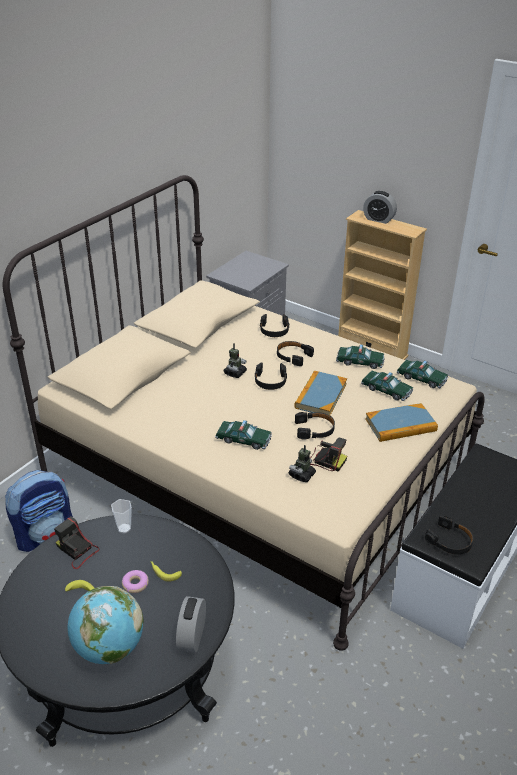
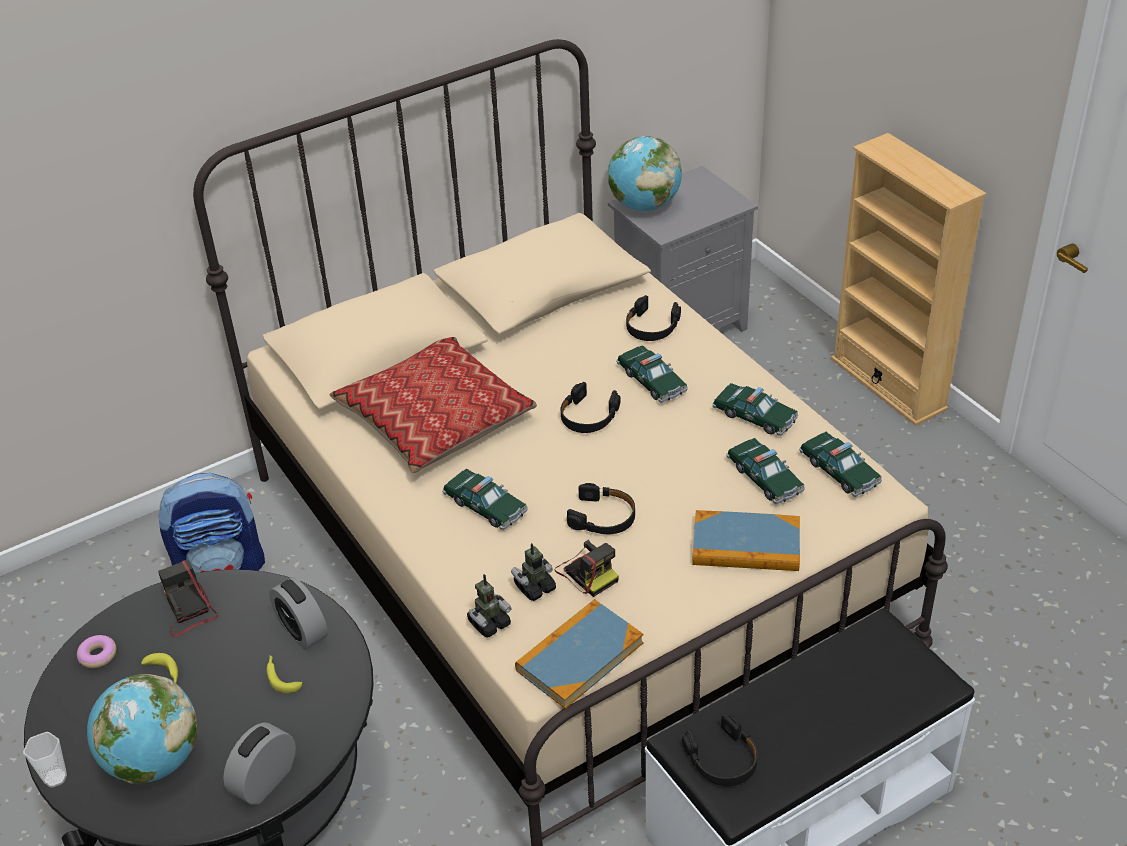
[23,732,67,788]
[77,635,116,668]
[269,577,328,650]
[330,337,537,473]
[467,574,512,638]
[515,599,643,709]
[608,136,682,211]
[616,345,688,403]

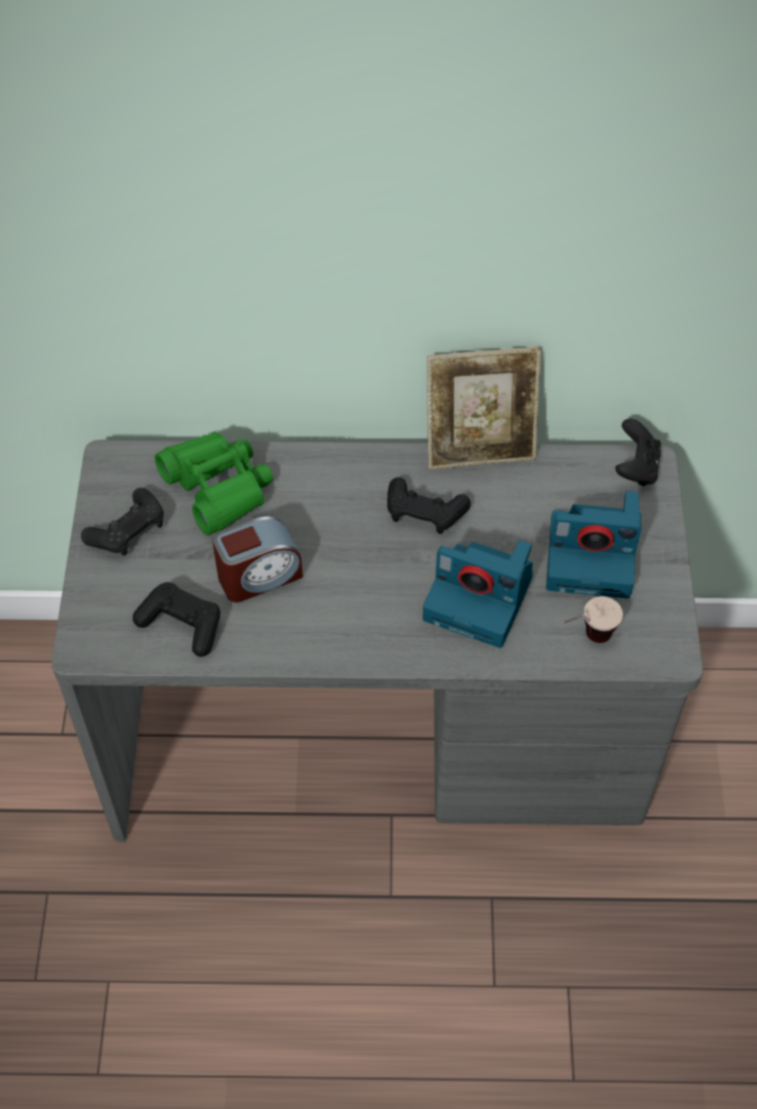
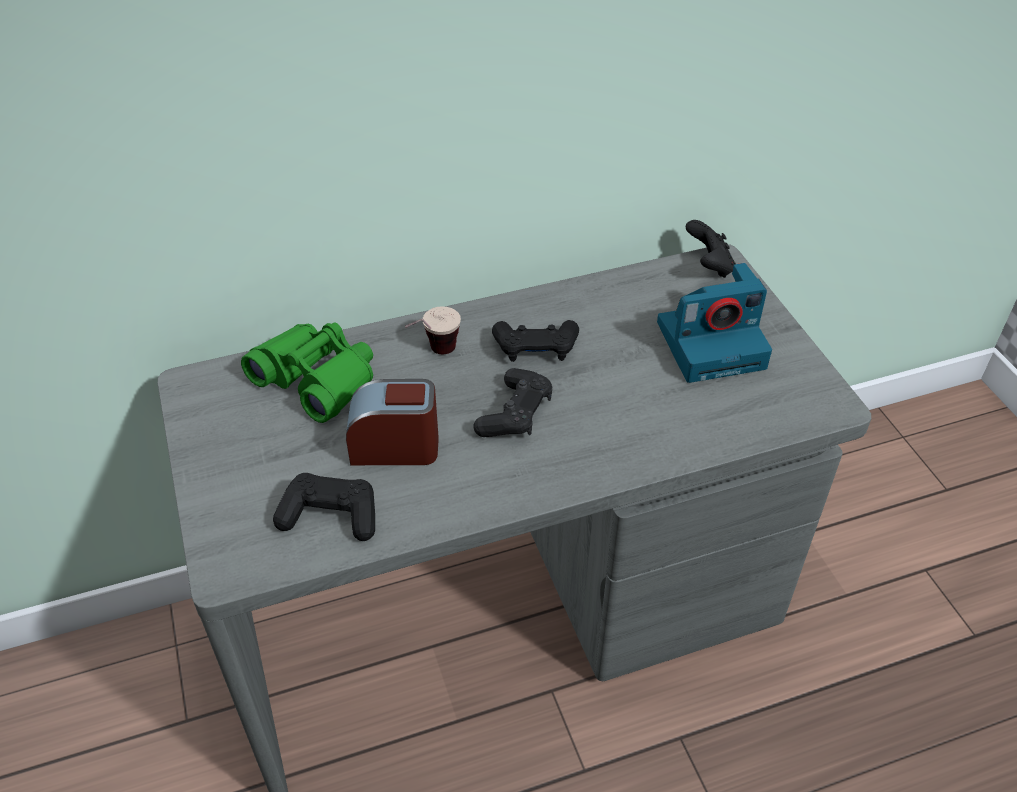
[346,379,439,465]
[405,307,461,354]
[474,368,552,437]
[423,540,533,648] (first image)
[427,347,541,470] (first image)

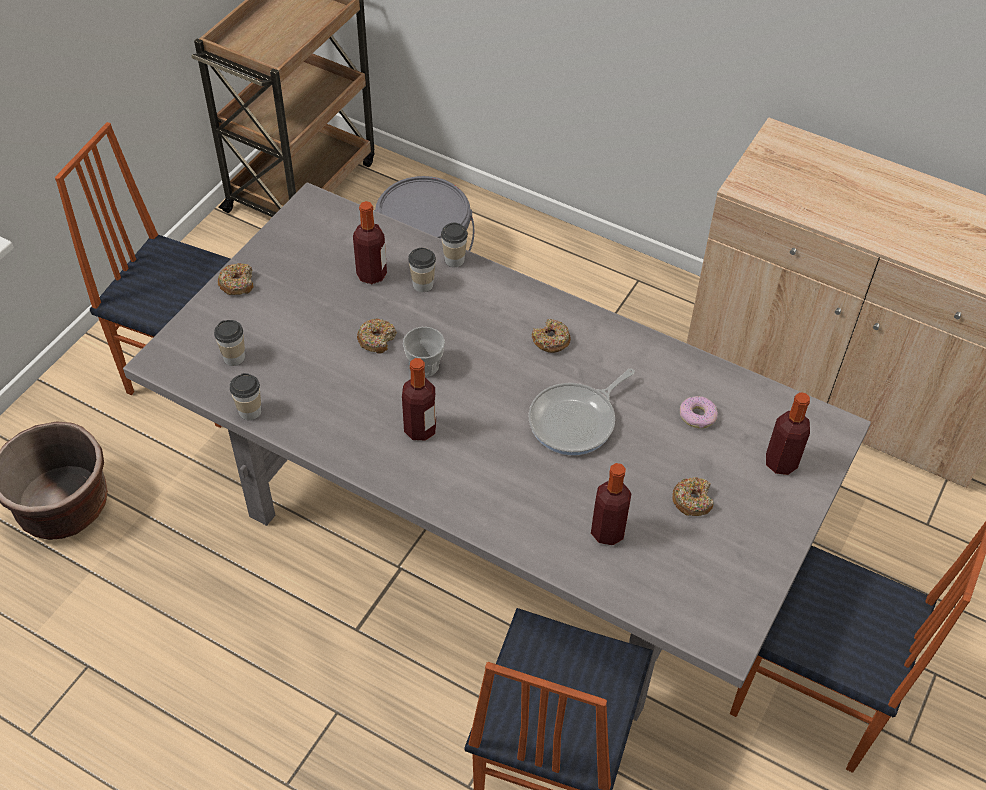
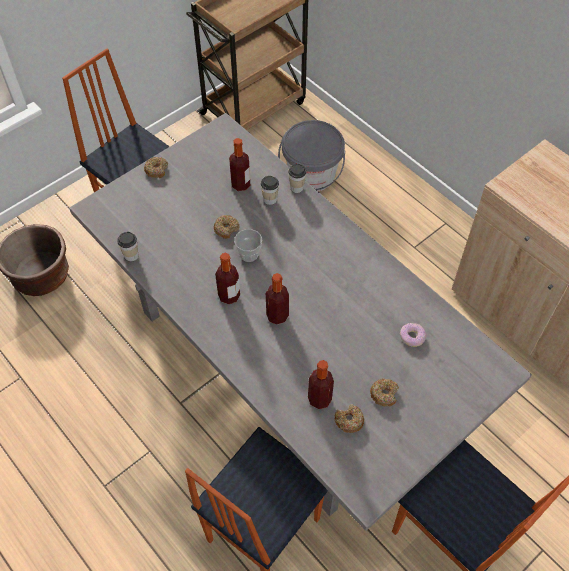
[266,273,289,325]
[335,404,364,433]
[214,320,245,366] (first image)
[528,368,635,455] (first image)

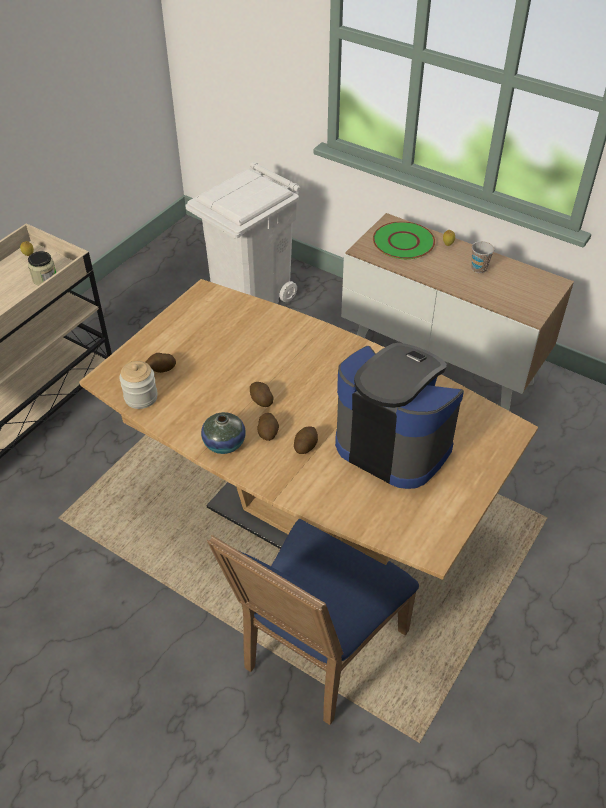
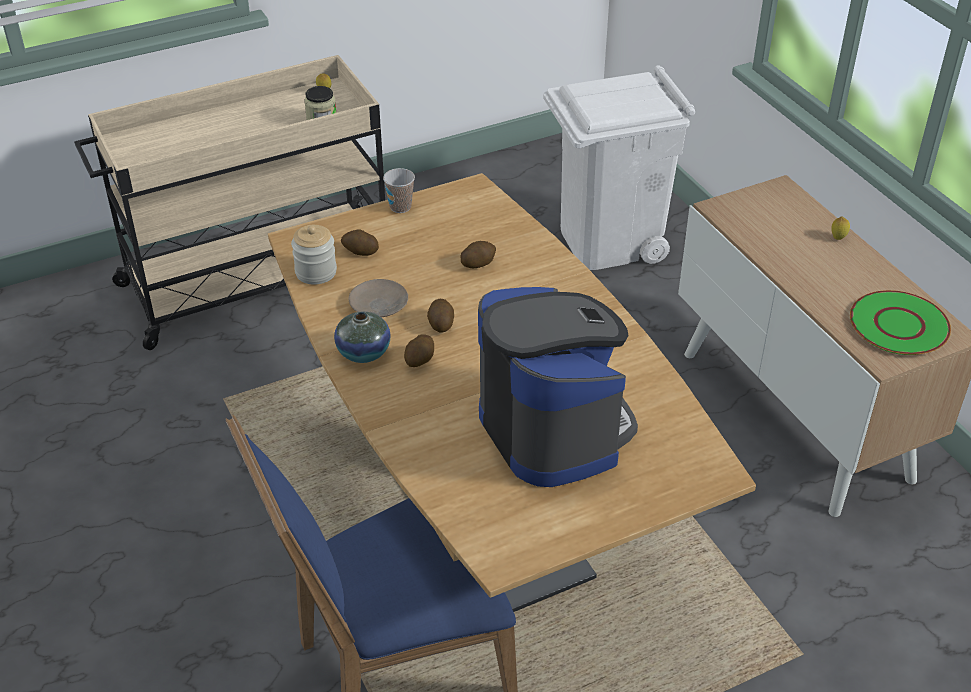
[349,279,408,317]
[383,168,415,213]
[460,241,496,268]
[850,290,951,355]

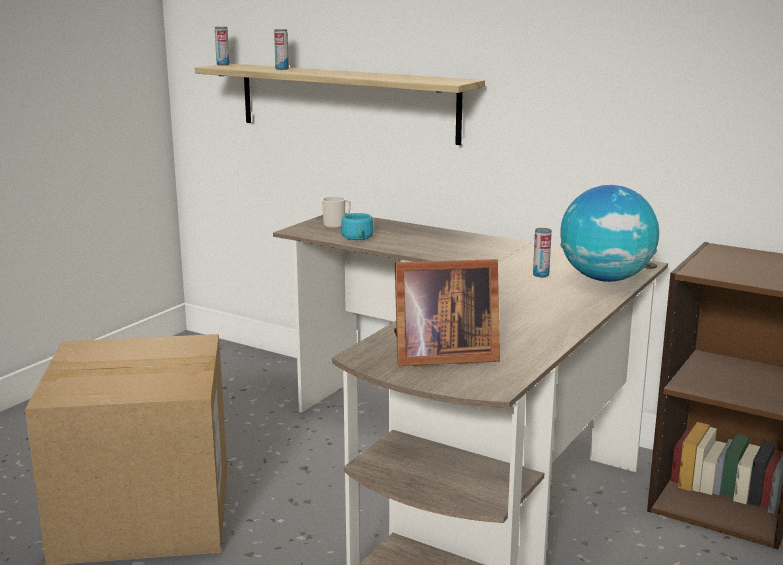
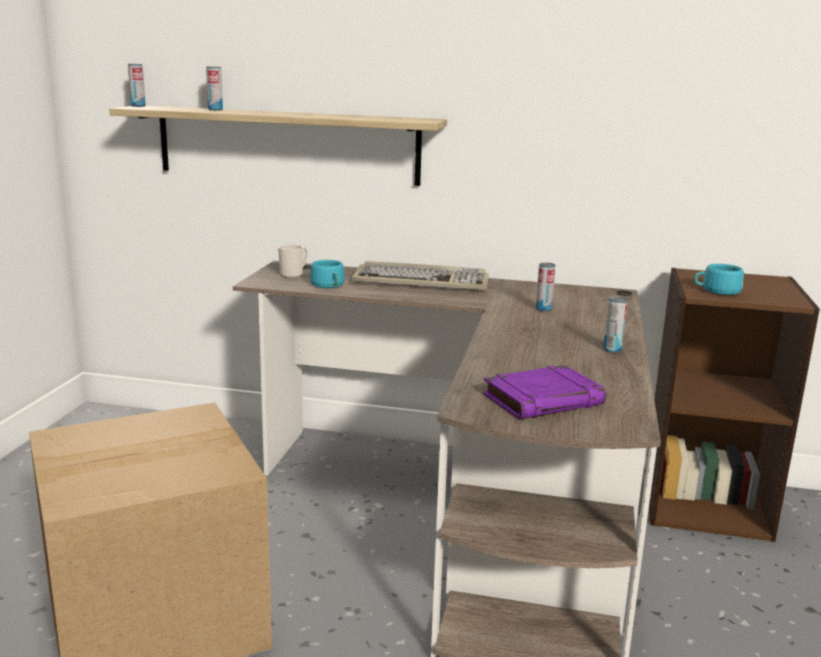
[352,261,489,290]
[483,365,606,420]
[603,296,628,353]
[694,264,744,295]
[560,185,659,282] (first image)

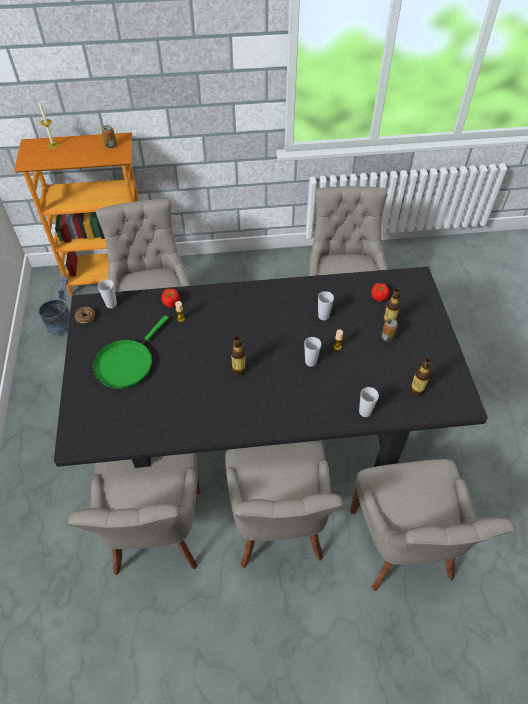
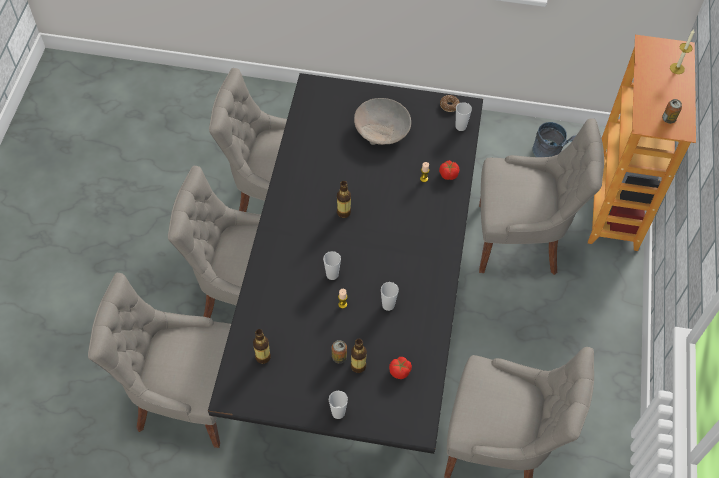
[329,391,348,419]
[354,98,411,145]

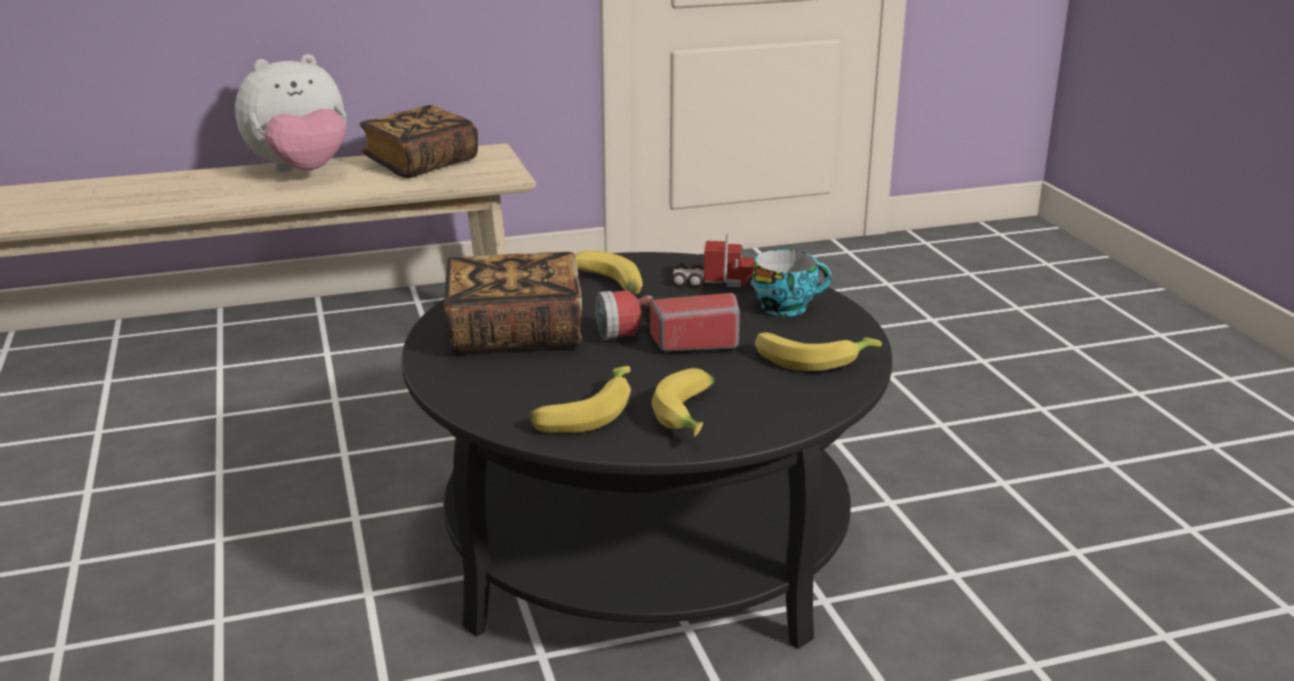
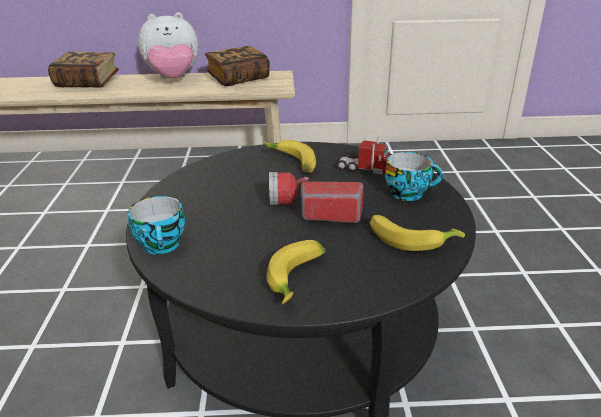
[48,52,119,88]
[128,196,185,255]
[529,366,631,433] (first image)

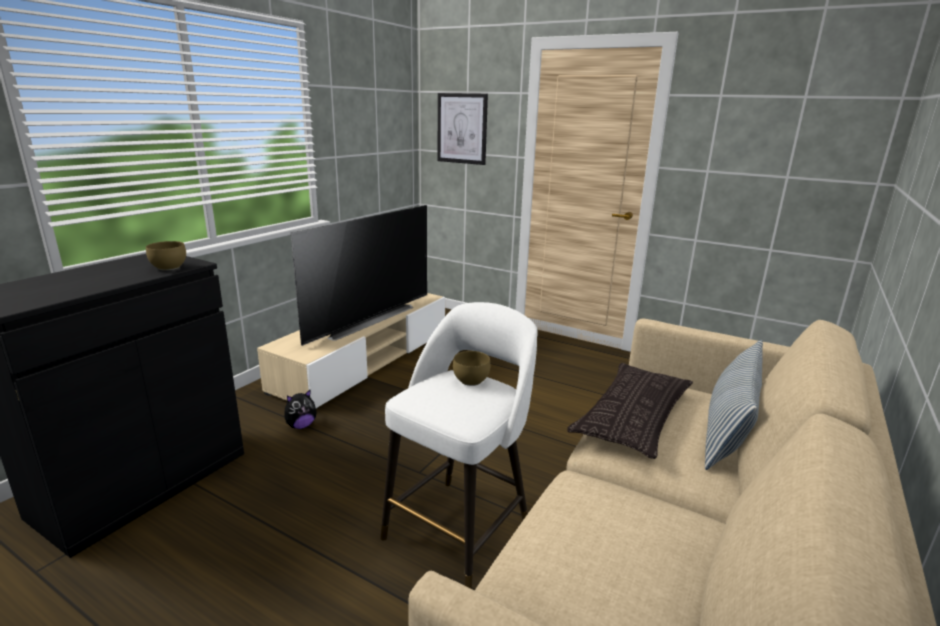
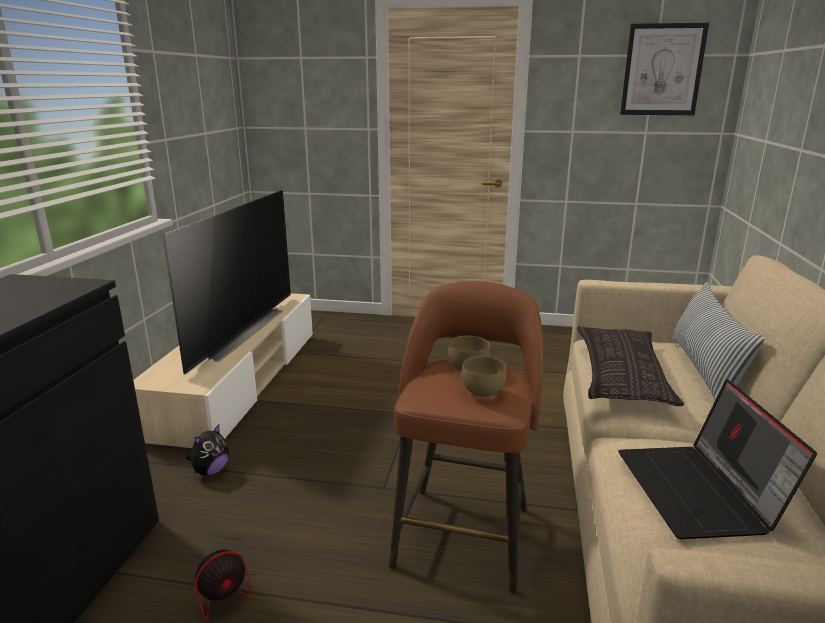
[194,528,277,622]
[389,281,543,593]
[461,356,507,398]
[618,379,817,539]
[620,23,709,115]

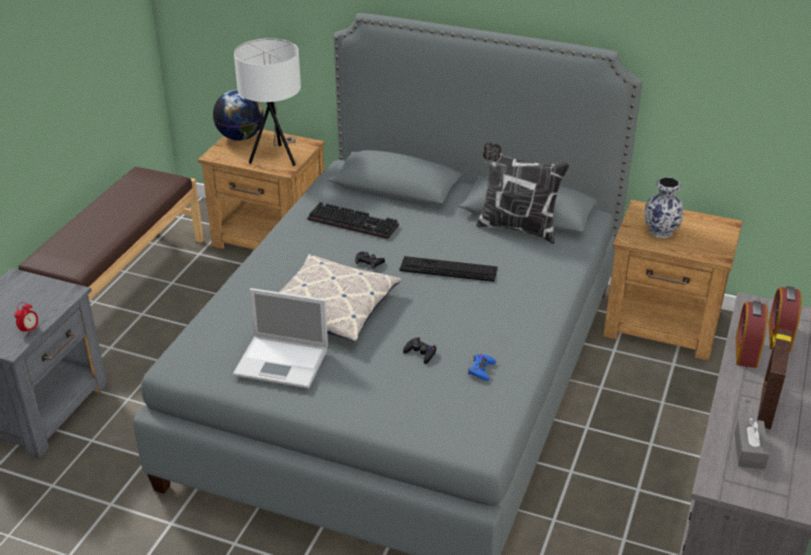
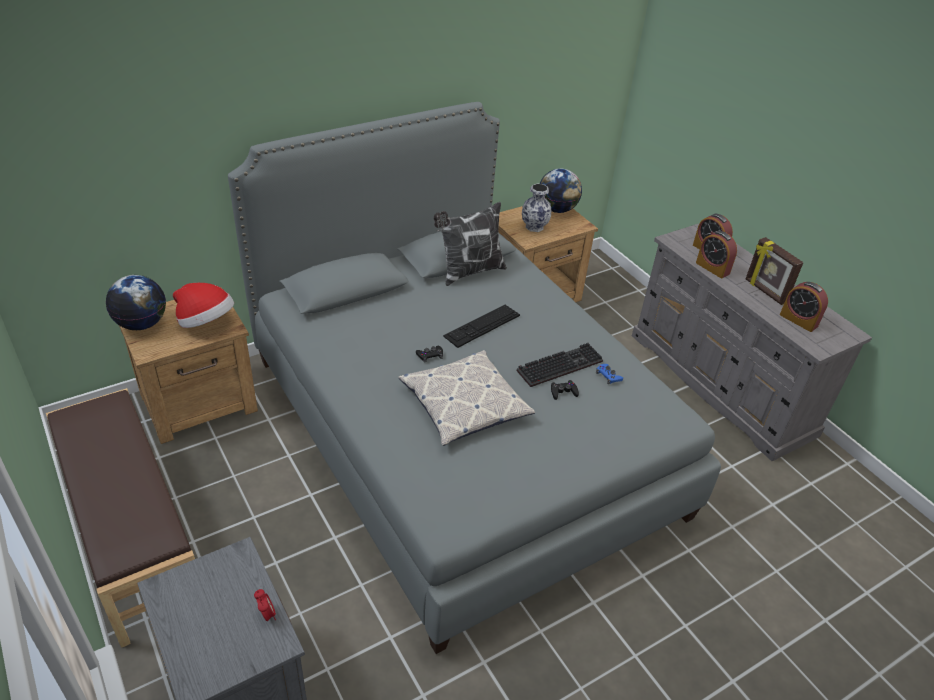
[173,283,234,328]
[517,343,603,387]
[540,169,582,213]
[780,282,828,332]
[233,288,328,388] (first image)

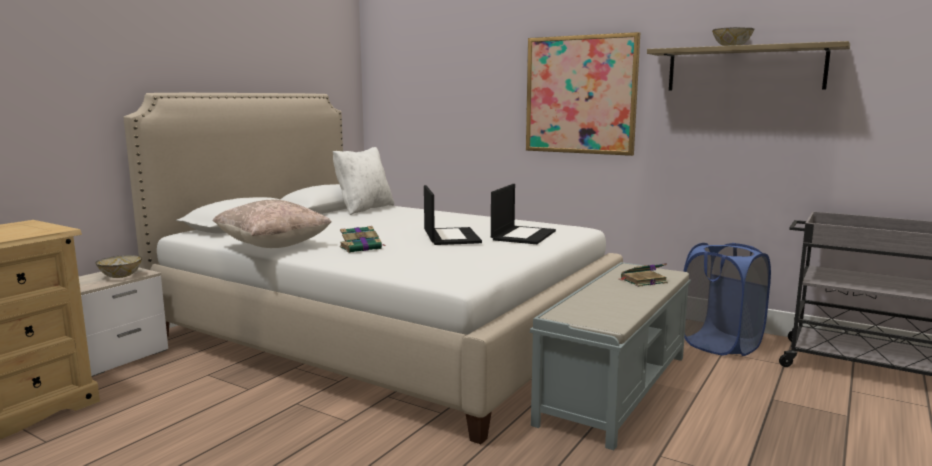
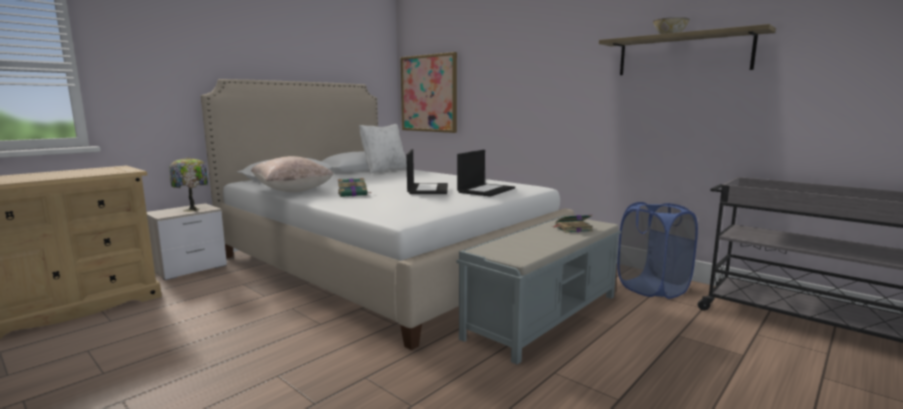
[170,157,208,212]
[400,52,457,133]

